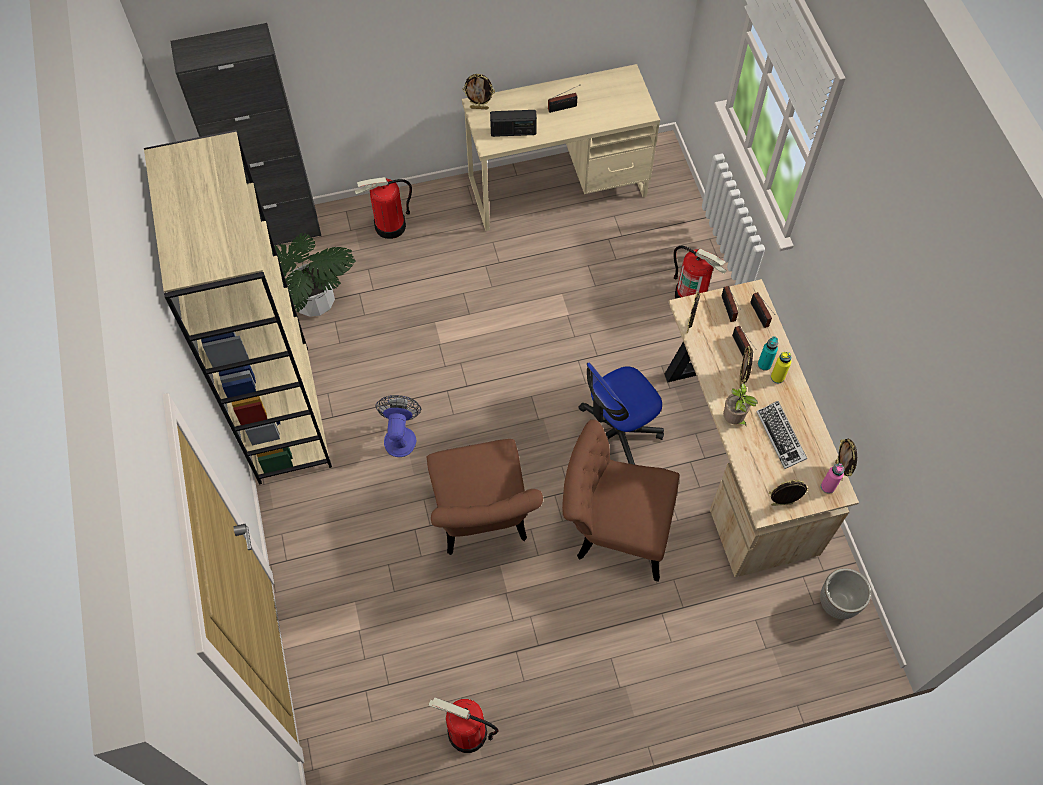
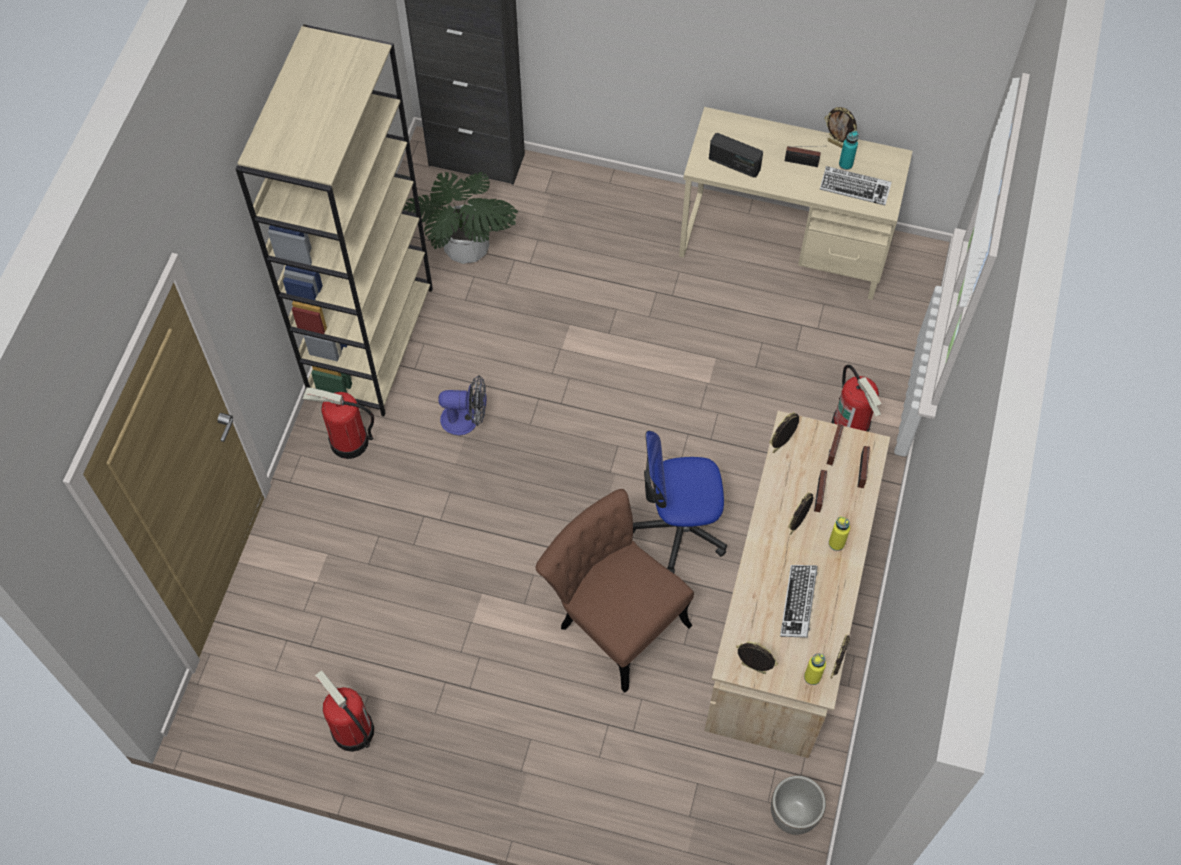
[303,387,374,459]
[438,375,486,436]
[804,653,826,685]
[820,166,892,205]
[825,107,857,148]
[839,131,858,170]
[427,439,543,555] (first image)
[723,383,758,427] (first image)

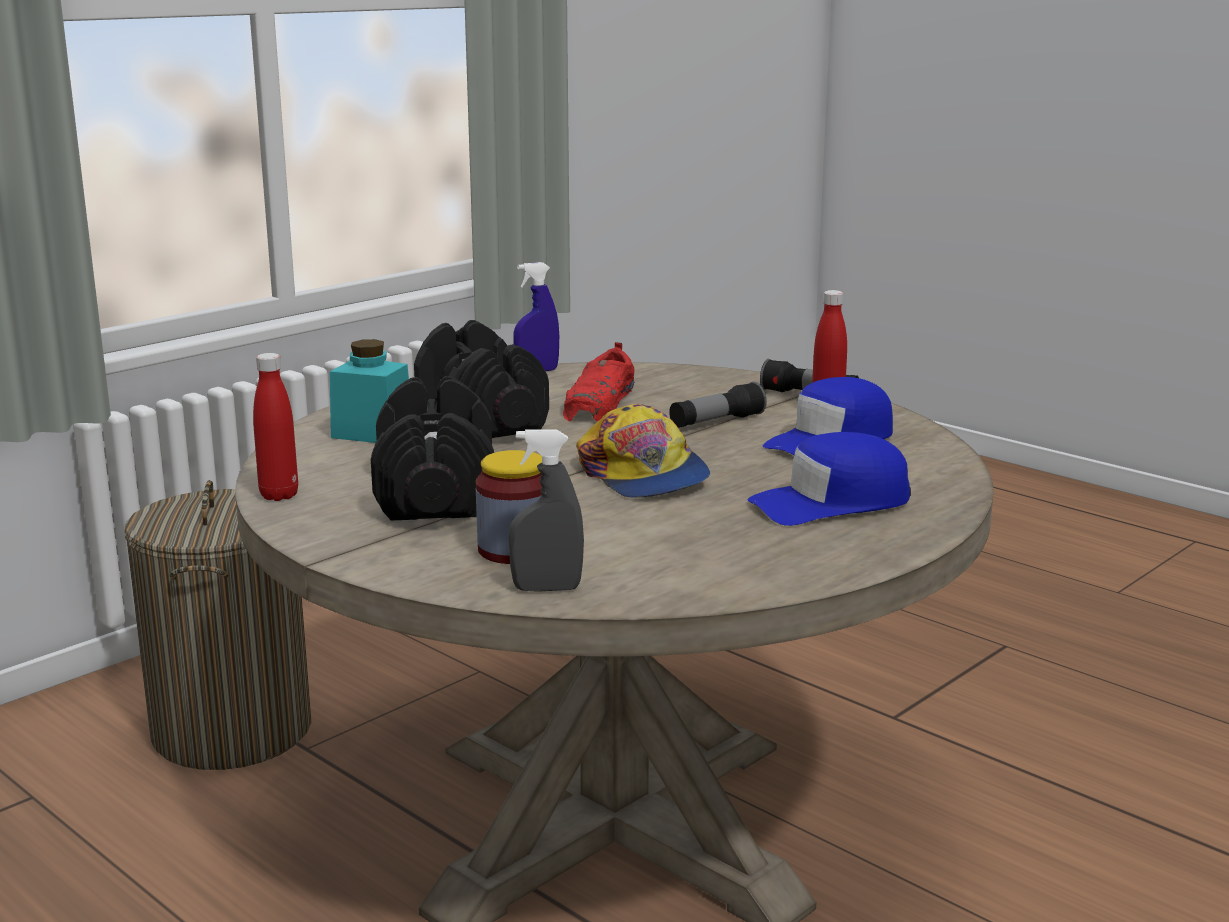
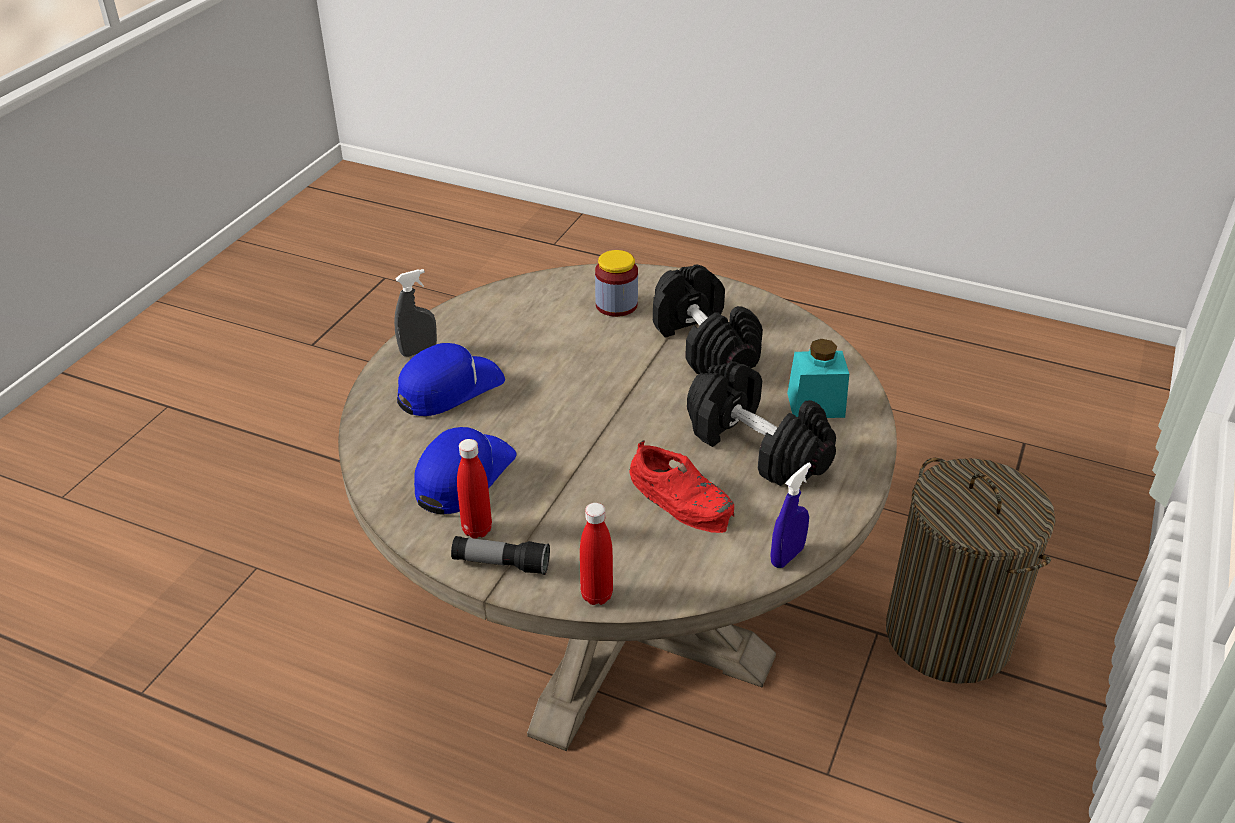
[394,269,437,357]
[580,503,613,605]
[629,440,734,533]
[576,404,710,498] (first image)
[669,382,767,428] (first image)

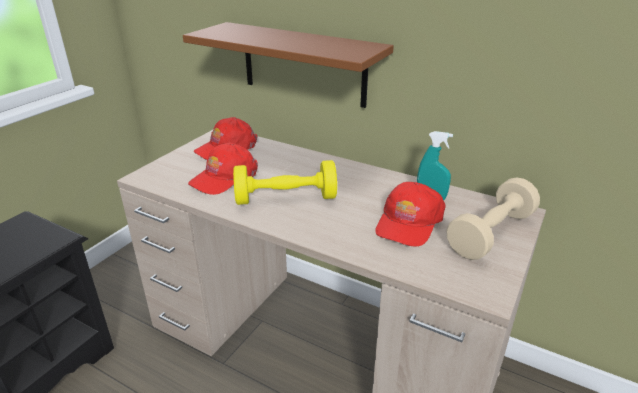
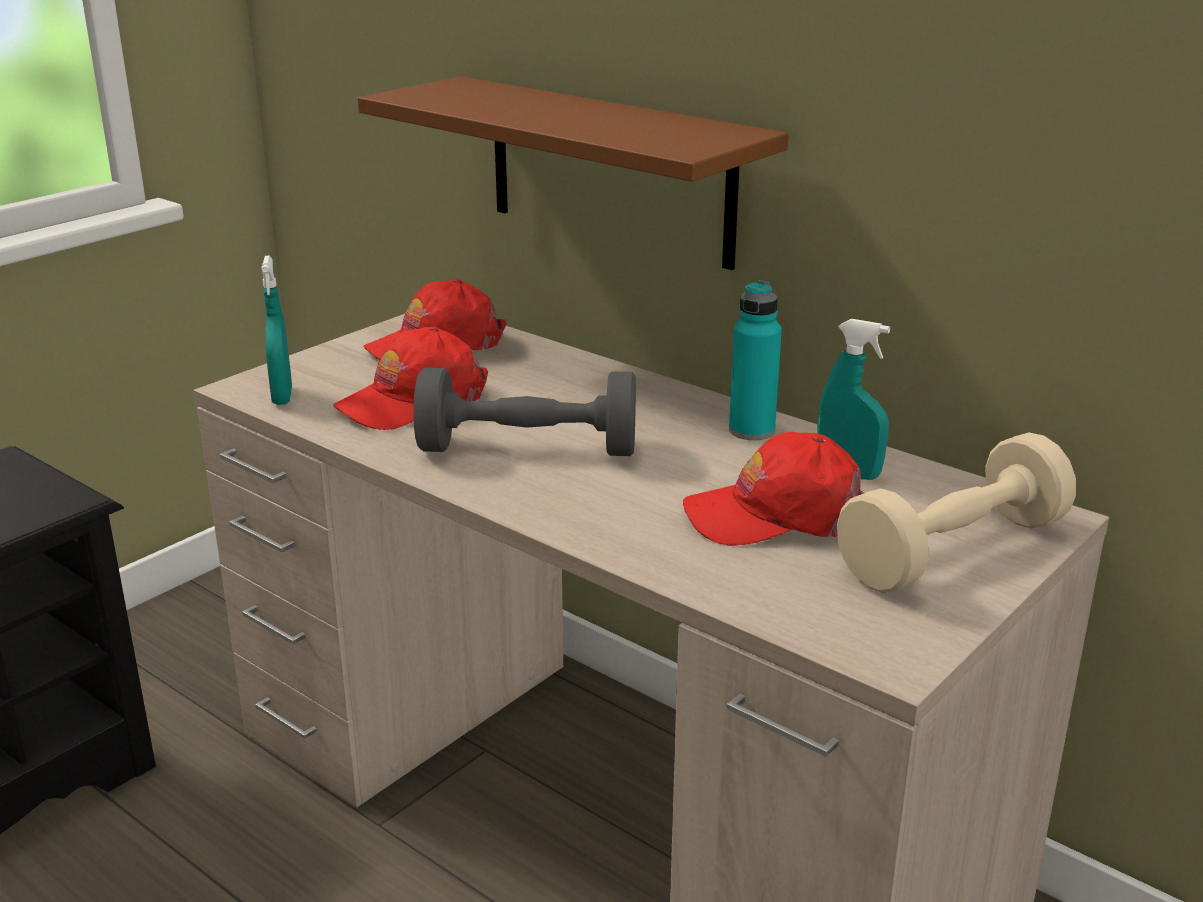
[261,256,292,405]
[413,368,636,456]
[683,432,864,546]
[729,280,782,440]

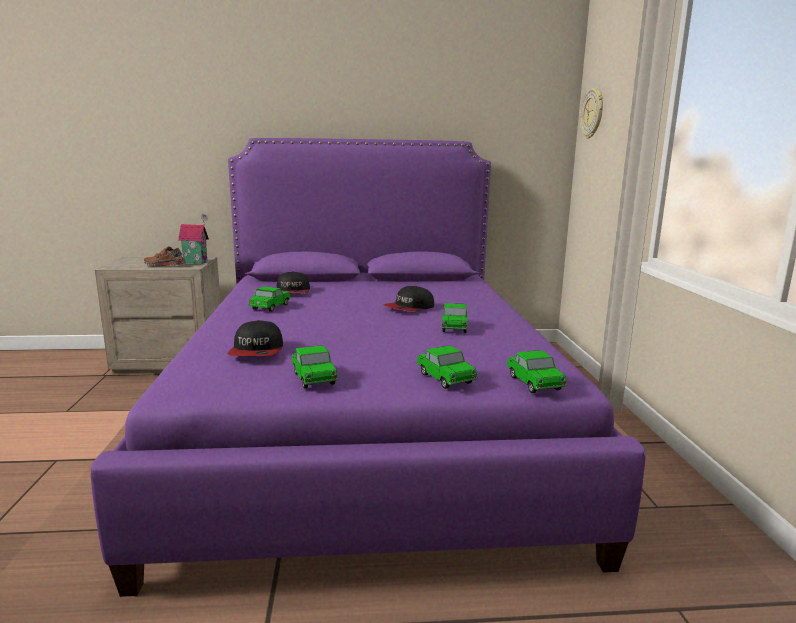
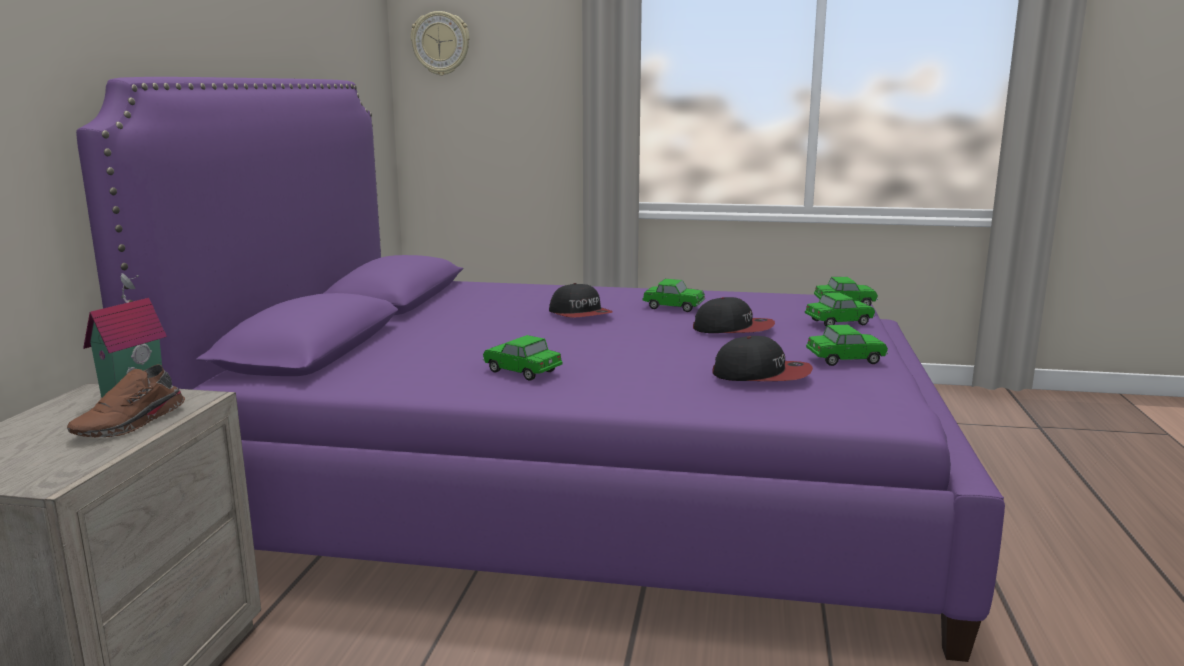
[693,297,775,333]

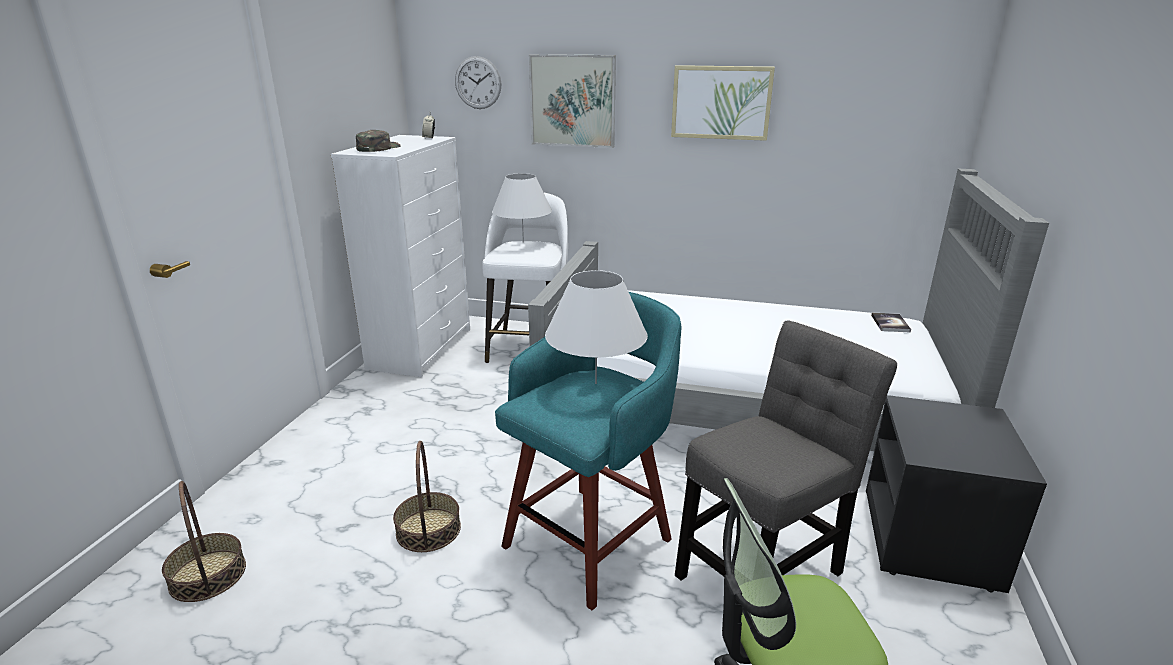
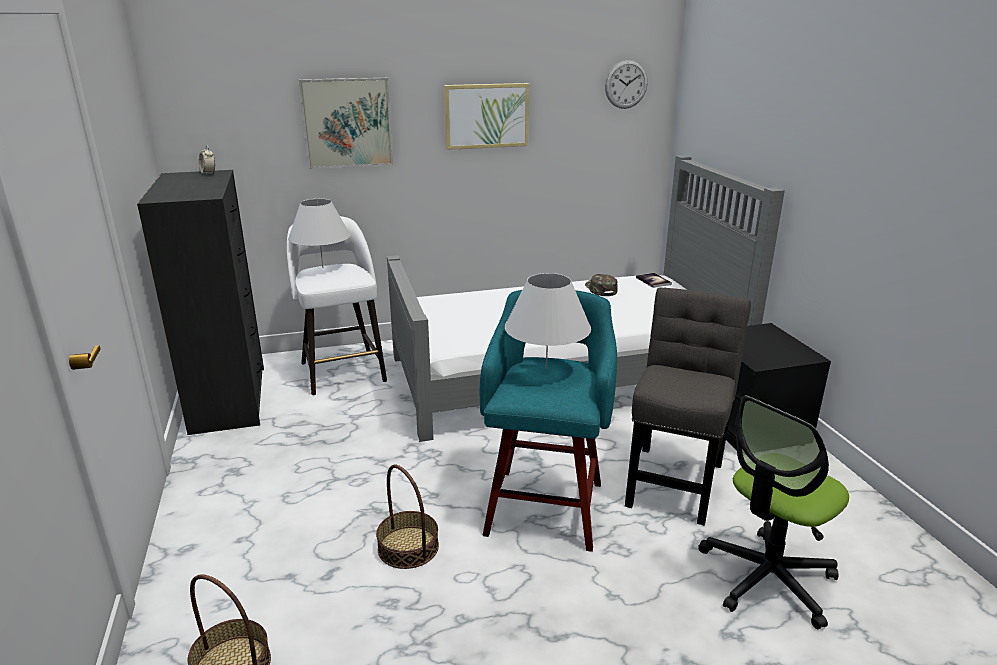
[137,170,264,435]
[585,274,618,296]
[605,60,648,109]

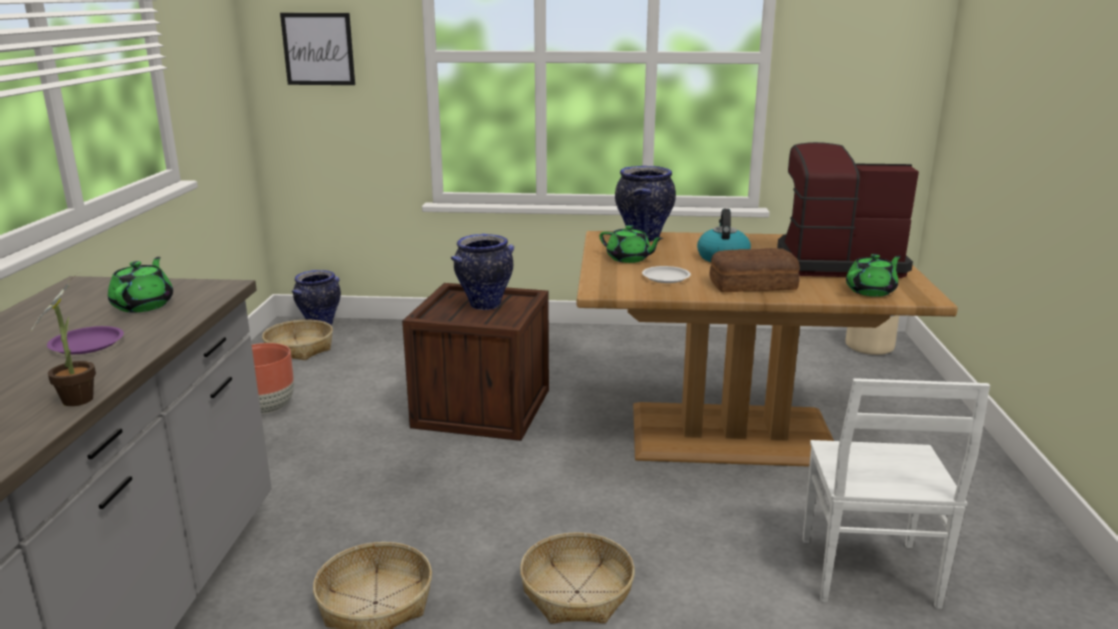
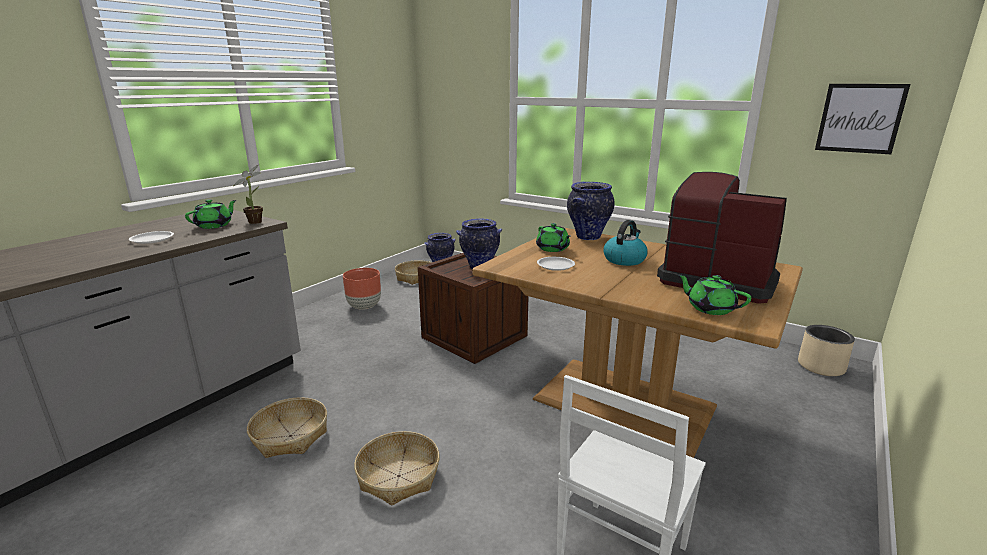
[129,231,174,244]
[233,165,263,224]
[677,274,751,315]
[815,84,910,154]
[710,248,800,292] (first image)

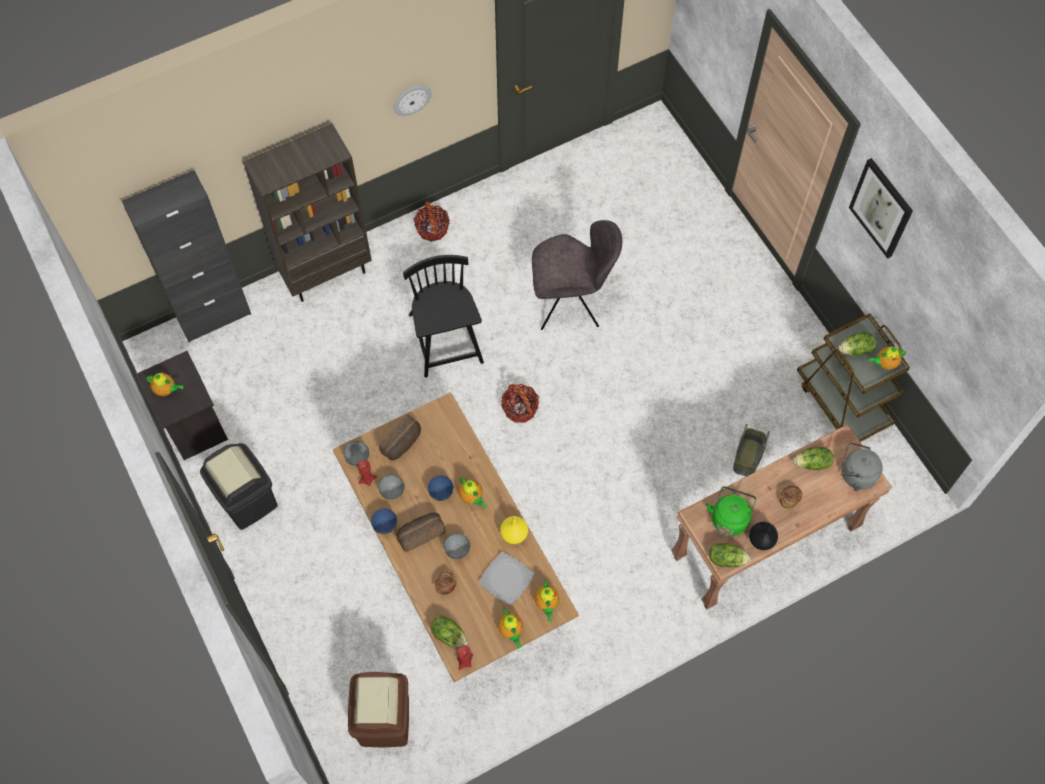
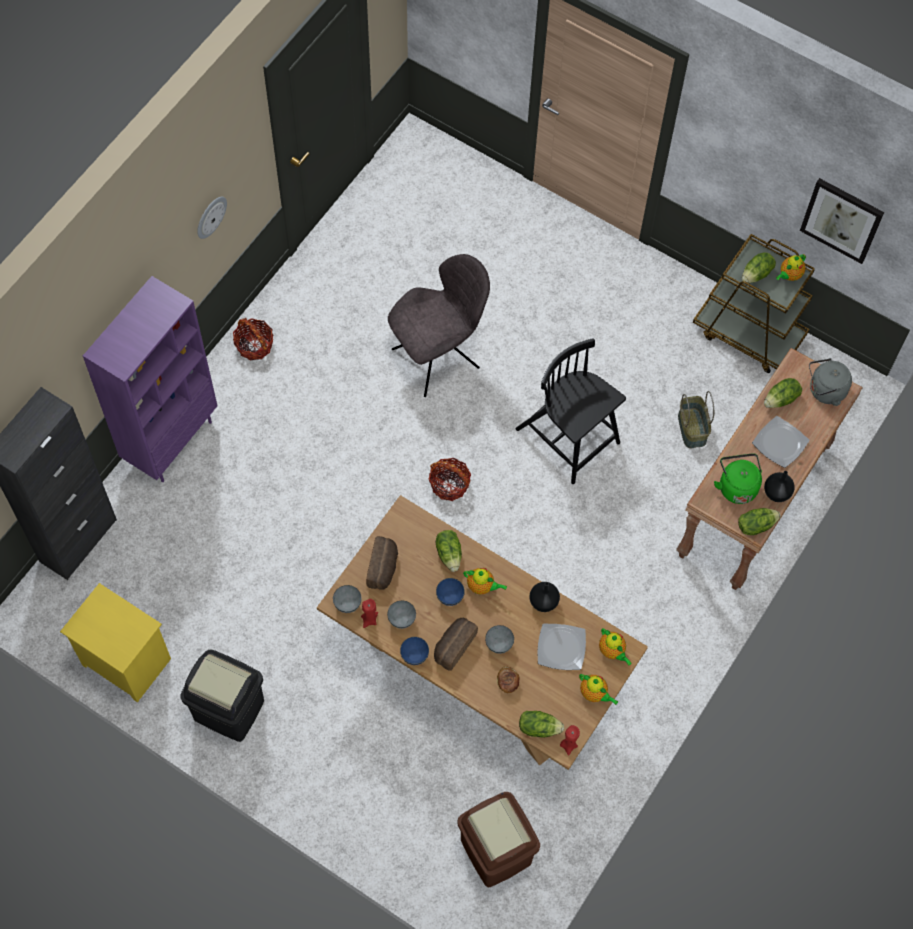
[60,583,171,702]
[83,276,218,482]
[436,530,462,572]
[516,338,626,484]
[529,582,560,612]
[752,416,809,468]
[800,178,884,264]
[146,372,184,396] (first image)

